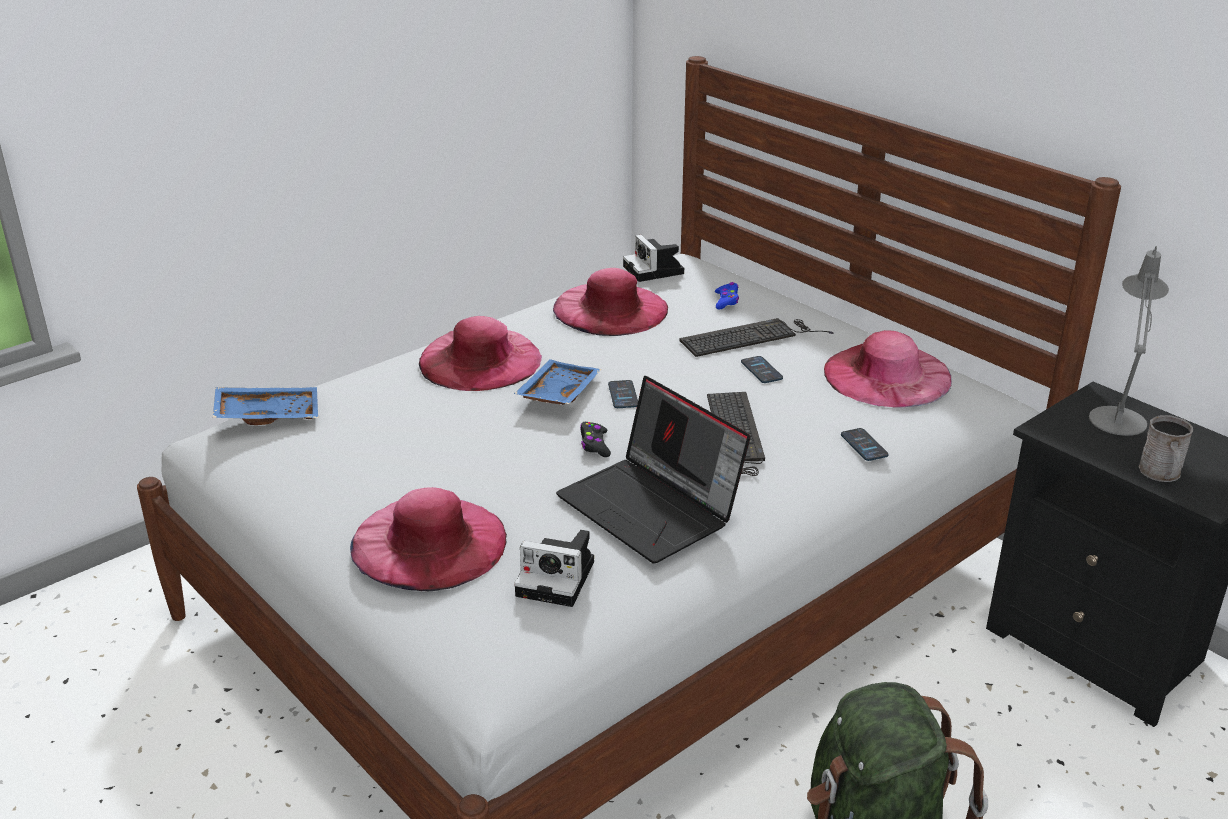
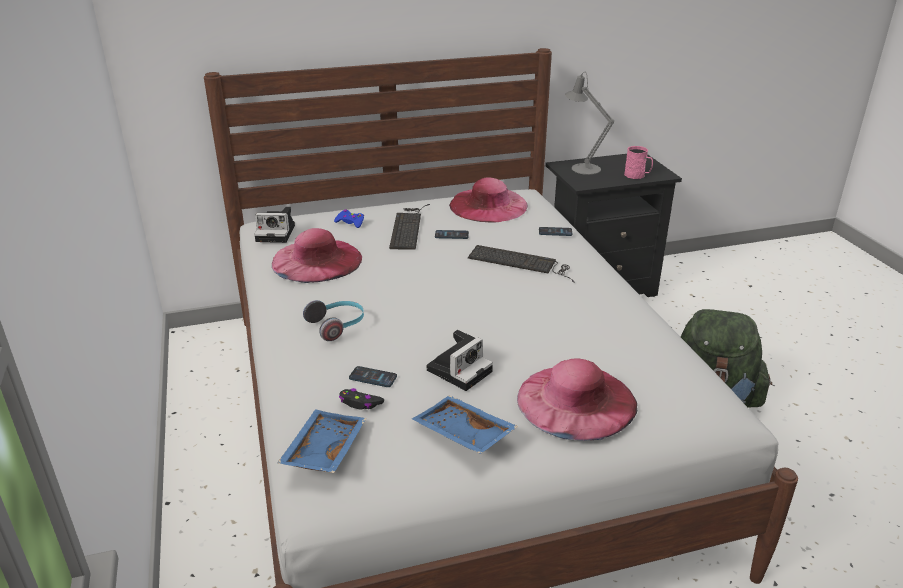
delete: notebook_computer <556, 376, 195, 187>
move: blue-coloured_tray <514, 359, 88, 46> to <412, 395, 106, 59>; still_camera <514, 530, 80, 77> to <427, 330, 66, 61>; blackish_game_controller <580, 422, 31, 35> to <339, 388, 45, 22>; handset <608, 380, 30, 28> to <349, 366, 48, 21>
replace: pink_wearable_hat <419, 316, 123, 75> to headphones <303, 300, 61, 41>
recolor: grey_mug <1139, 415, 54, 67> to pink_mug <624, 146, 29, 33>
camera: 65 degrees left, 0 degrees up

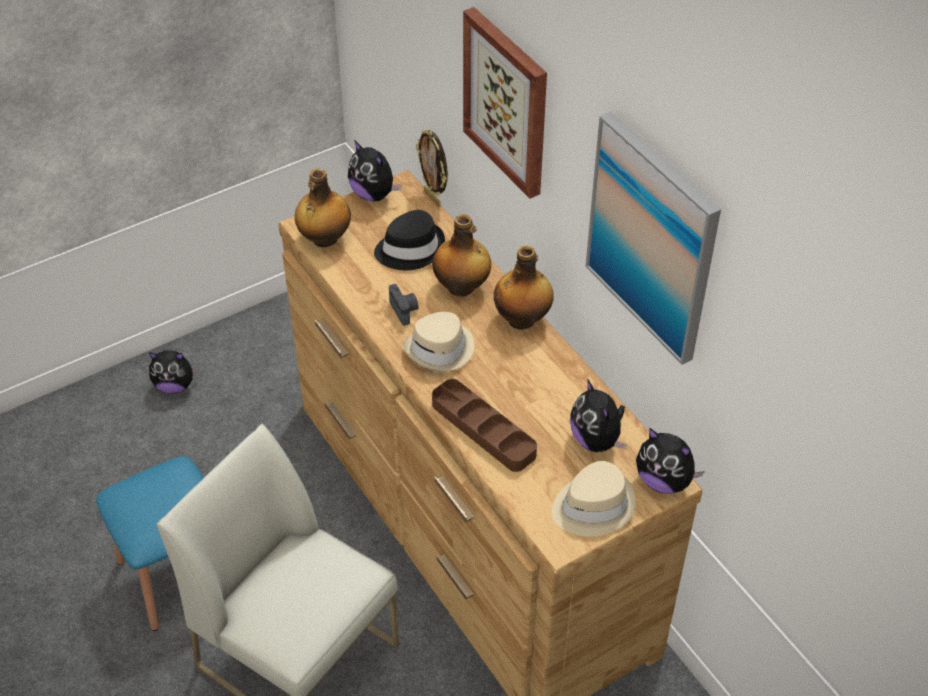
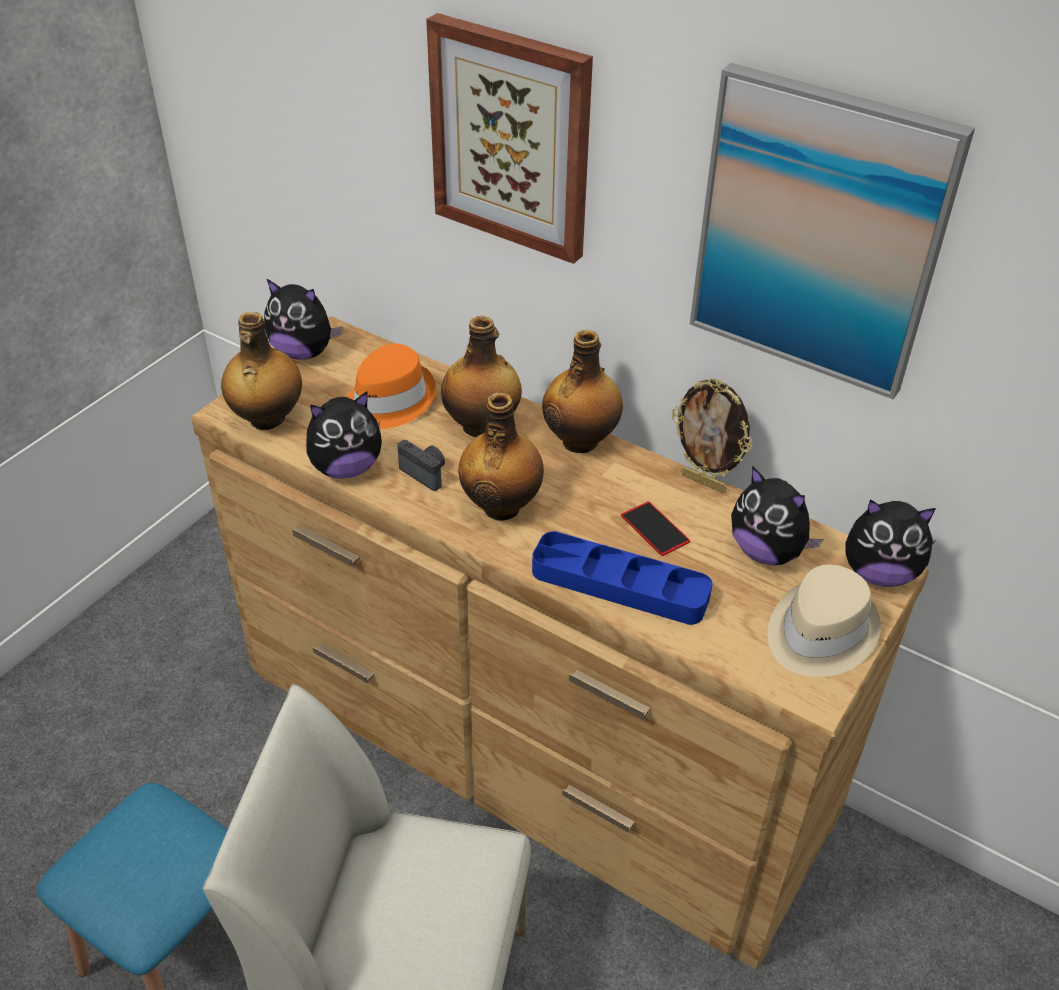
insert: handset <621, 501, 69, 55>
move: cuddly_toy <149, 350, 50, 44> to <306, 392, 76, 87>; picture_frame <416, 129, 32, 78> to <672, 378, 80, 115>
replace: sand-coloured_wearable_hat <403, 312, 71, 60> to drink_bottle <458, 393, 86, 128>
recolor: blackish_wearable_hat <374, 210, 71, 60> to orange_wearable_hat <347, 344, 89, 85>; brownish_tray <432, 379, 105, 93> to blue-coloured_tray <532, 531, 180, 94>
camera: 25 degrees left, 5 degrees down

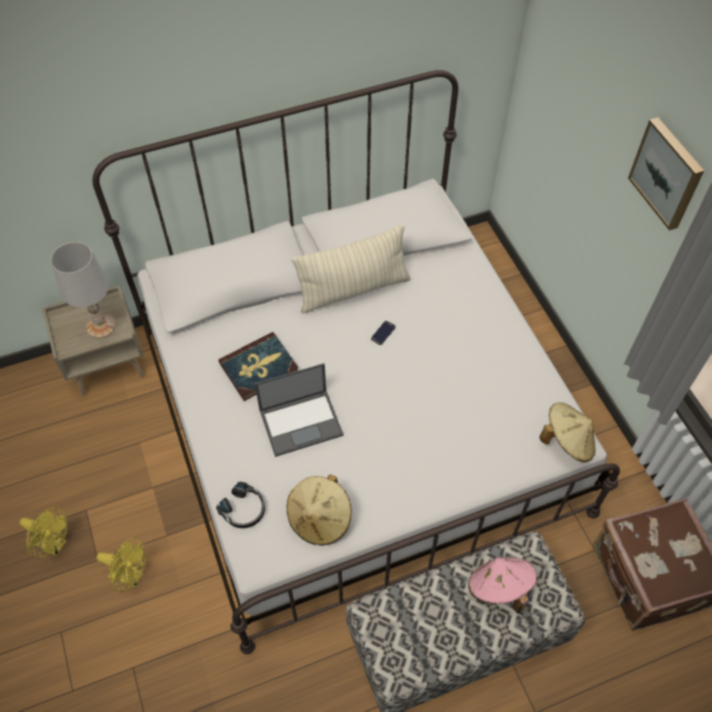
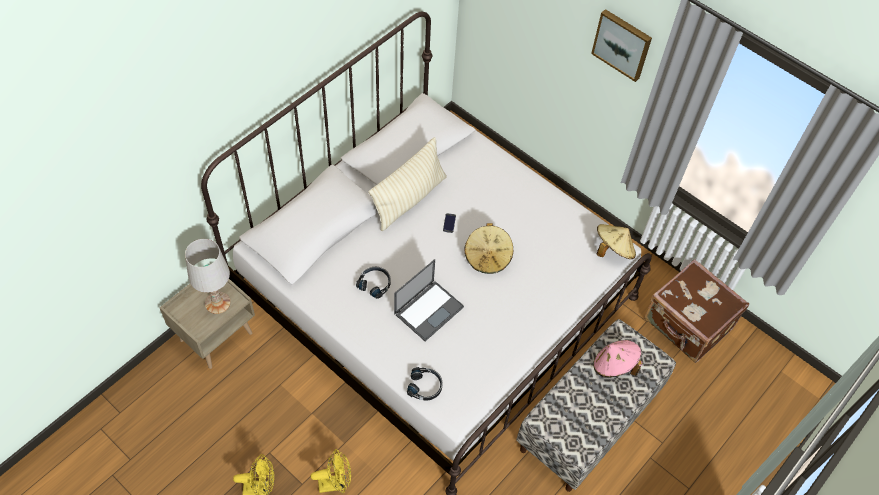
move: sand-coloured_wearable_hat <287, 474, 65, 72> to <464, 223, 49, 51>
replace: bound_book <218, 332, 80, 69> to blackish_headphones <356, 267, 35, 32>
camera: 30 degrees left, 0 degrees up

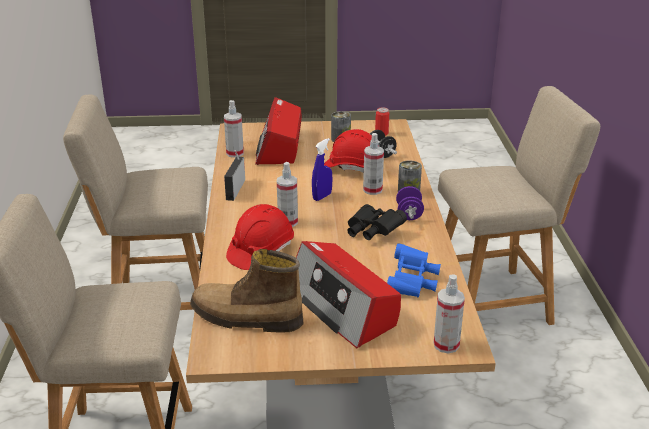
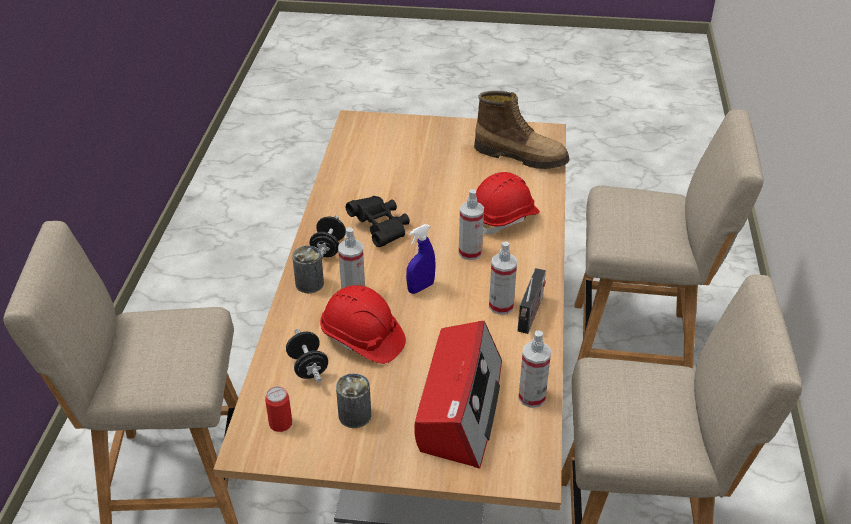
delete: radio <296, 241, 105, 107>; blue-coloured_pair_of_binoculars <387, 243, 54, 54>
move: spray_bottle <434, 275, 31, 79> to <489, 242, 28, 73>
recolor: purple-coloured_hand_weight <396, 186, 28, 34> to blackish_hand_weight <310, 216, 36, 41>
camera: 170 degrees left, 10 degrees up

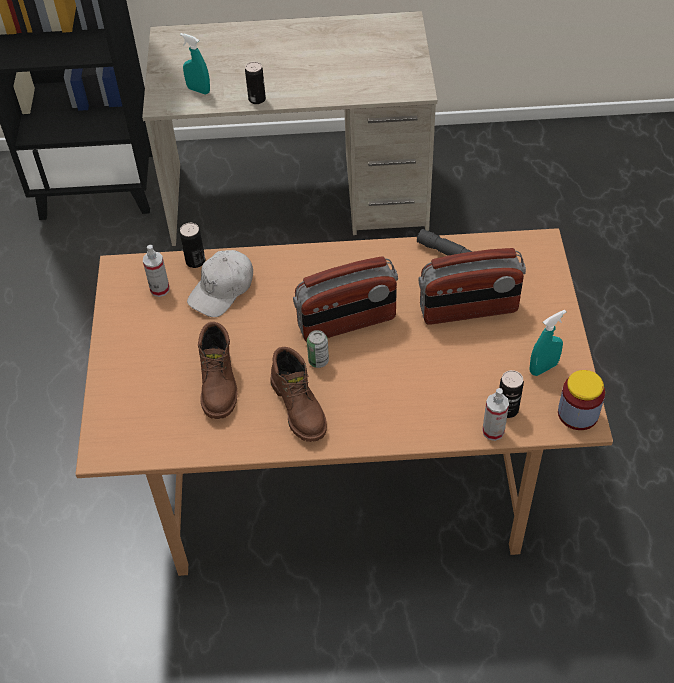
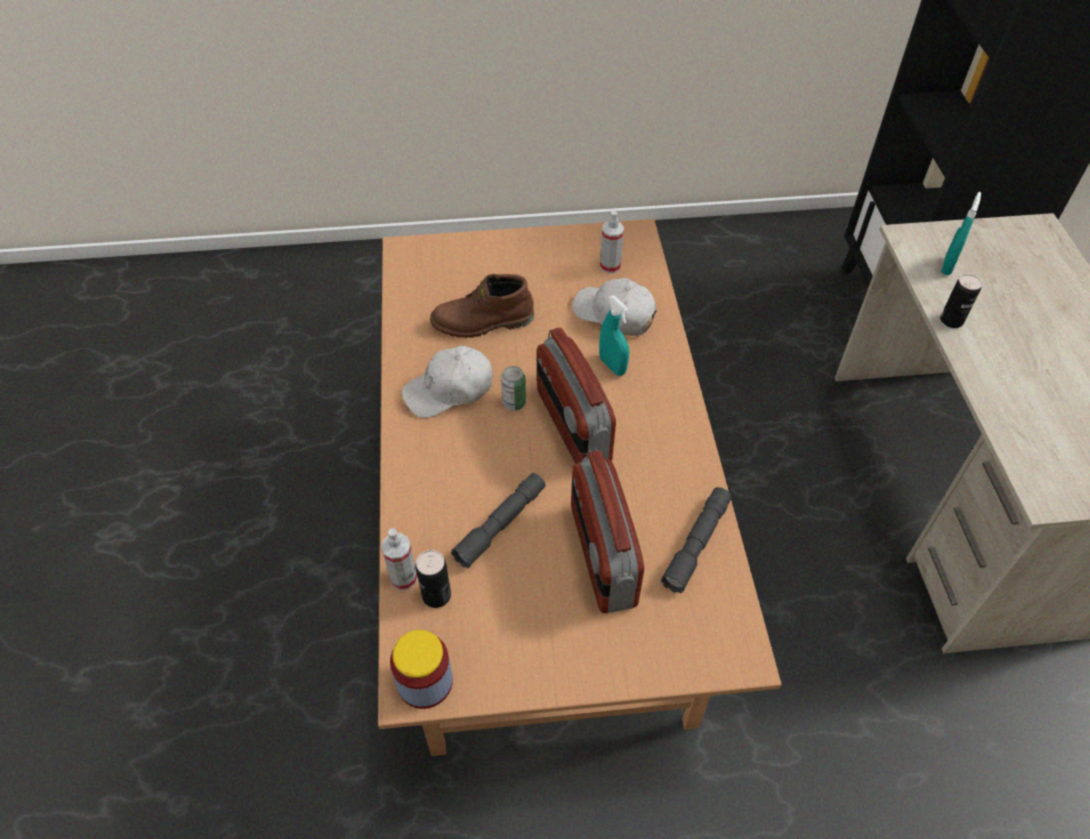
delete: sealed_can <180, 223, 25, 45>
insert: grey_torch <451, 473, 95, 96>
move: turquoise-coloured_spray_bottle <530, 310, 36, 66> to <599, 295, 30, 81>
replace: brownish_boot <271, 347, 56, 95> to white-coloured_cap <402, 346, 91, 72>
camera: 85 degrees right, 0 degrees up

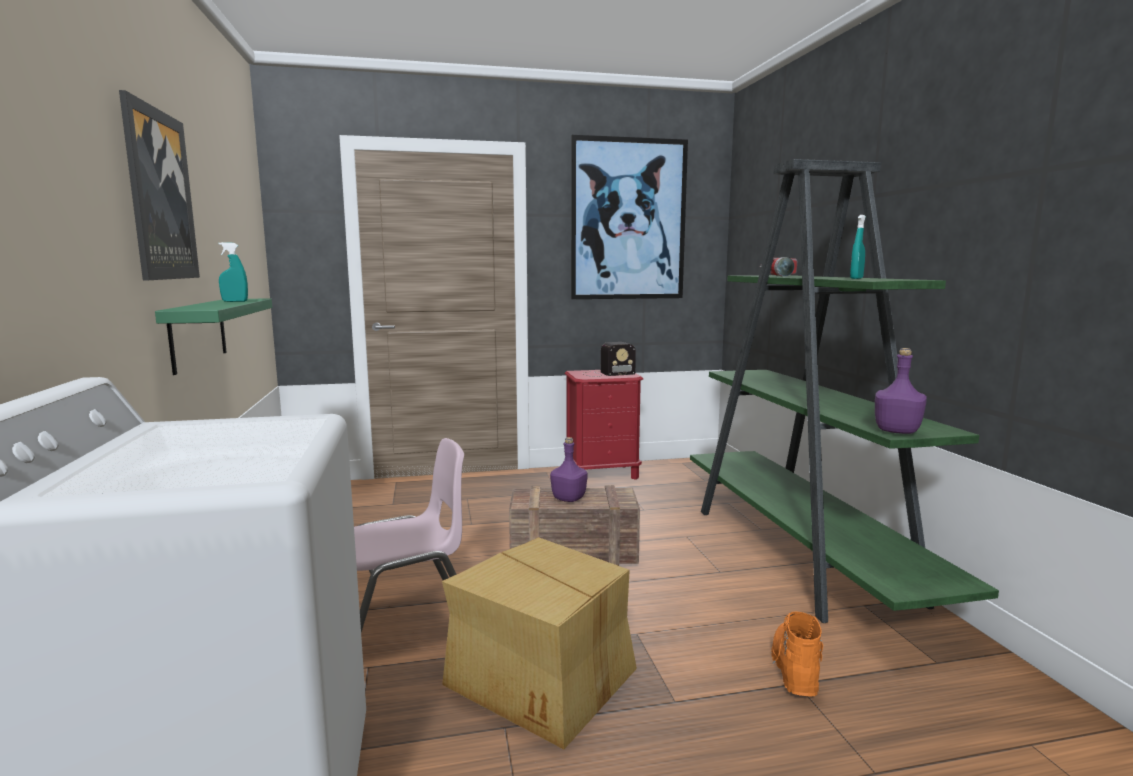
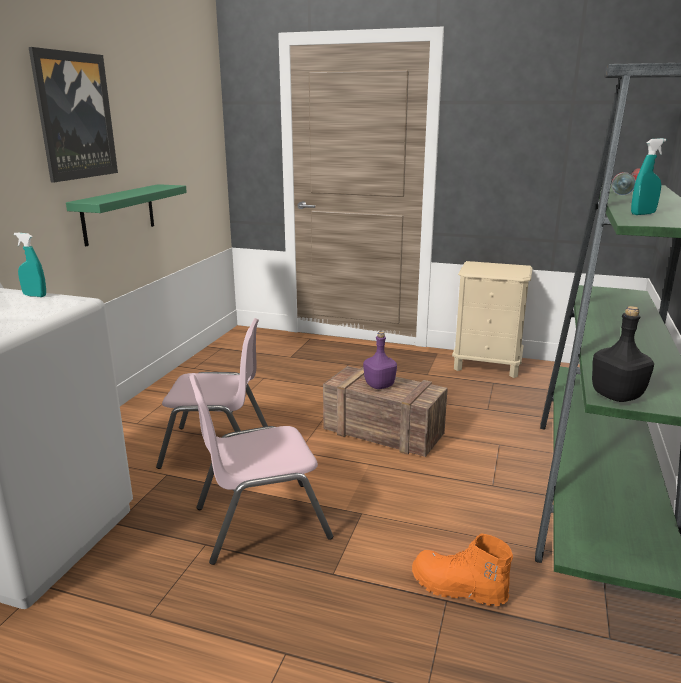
delete: wall_picture <571, 135, 117, 164>; radio <584, 342, 52, 35>
move: turquoise-coloured_spray_bottle <218, 242, 30, 60> to <14, 233, 32, 64>
replace: cardboard_box <442, 537, 195, 212> to pink_upright_chair <189, 375, 144, 190>
recolor: reddish_bedside_table <564, 370, 79, 110> to sand-coloured_bedside_table <452, 261, 81, 117>; purple-coloured_drink_bottle <875, 348, 52, 86> to blackish_drink_bottle <592, 306, 62, 96>
rotate: orange_boot <771, 612, 52, 84> = <412, 533, 101, 73> 105 degrees counterclockwise
camera: 30 degrees right, 10 degrees up

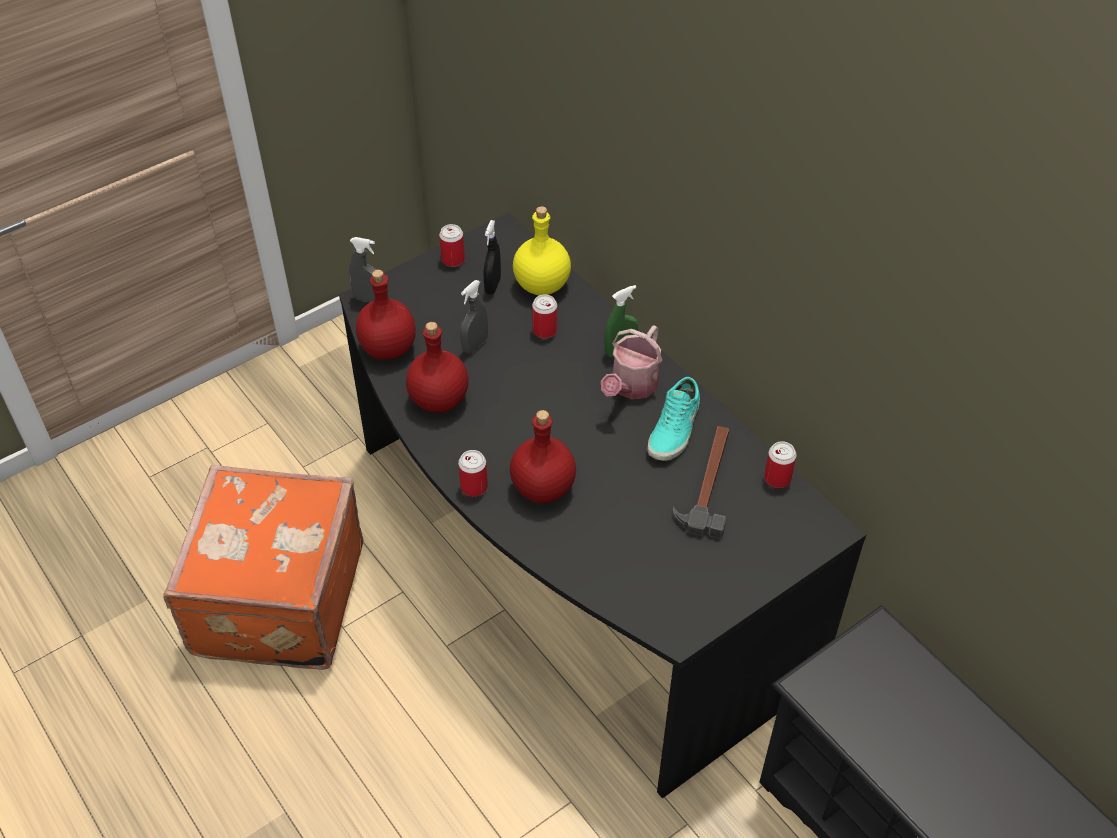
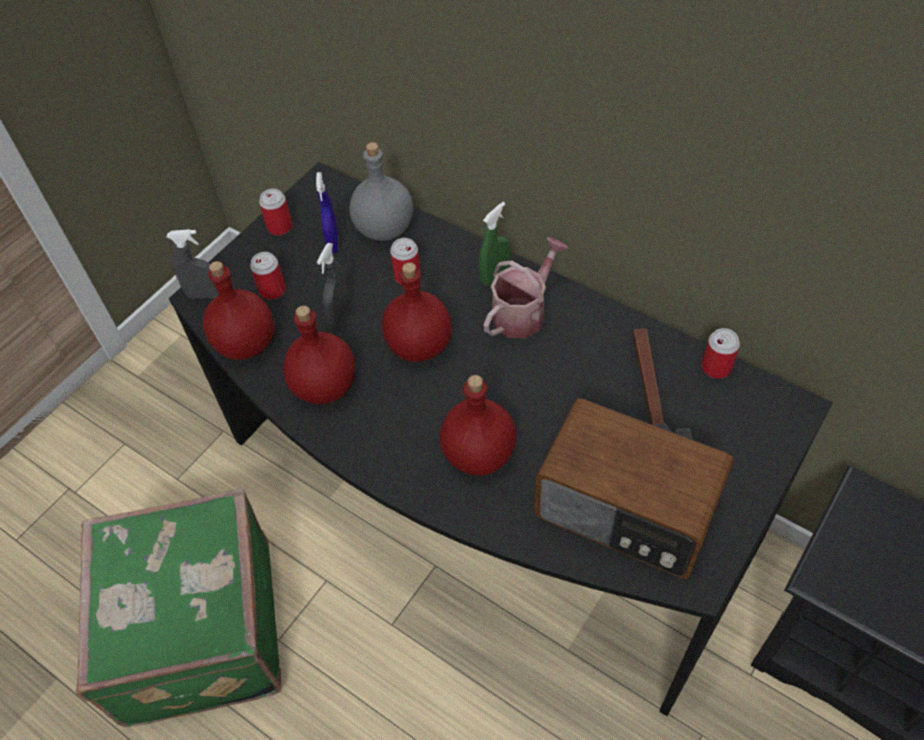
delete: turquoise-coloured_shoe <647, 377, 53, 84>
insert: reddish_drink_bottle <382, 262, 70, 100>; radio <535, 398, 199, 181>
move: sealed_can <458, 450, 30, 47> to <250, 252, 36, 48>
recolor: orange_piece_of_luggage <163, 465, 200, 205> to greenish_piece_of_luggage <76, 489, 206, 238>; blackish_spray_bottle <484, 220, 17, 74> to blue-coloured_spray_bottle <316, 172, 22, 82>; yellowish_drink_bottle <513, 206, 58, 89> to grey_drink_bottle <349, 142, 64, 99>
rotate: sprinkling_can <601, 325, 61, 74> = <483, 237, 85, 101> 150 degrees counterclockwise
camera: 15 degrees left, 5 degrees up

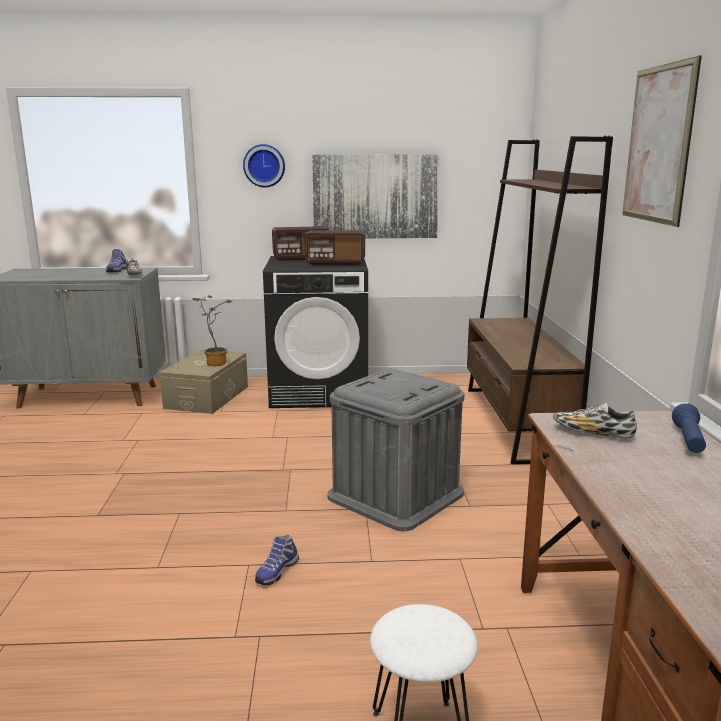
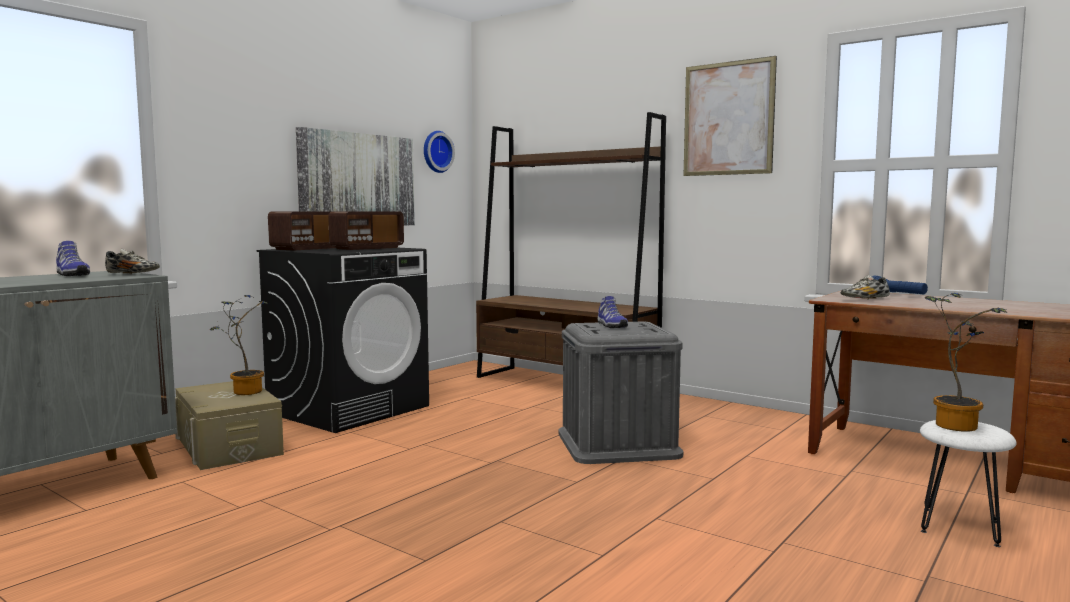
insert: plant_in_a_pot <925, 292, 82, 140>
move: wall_clock <243, 144, 42, 44> to <424, 131, 31, 42>; shoe <255, 534, 44, 51> to <597, 296, 31, 32>
camera: 50 degrees left, 10 degrees down

